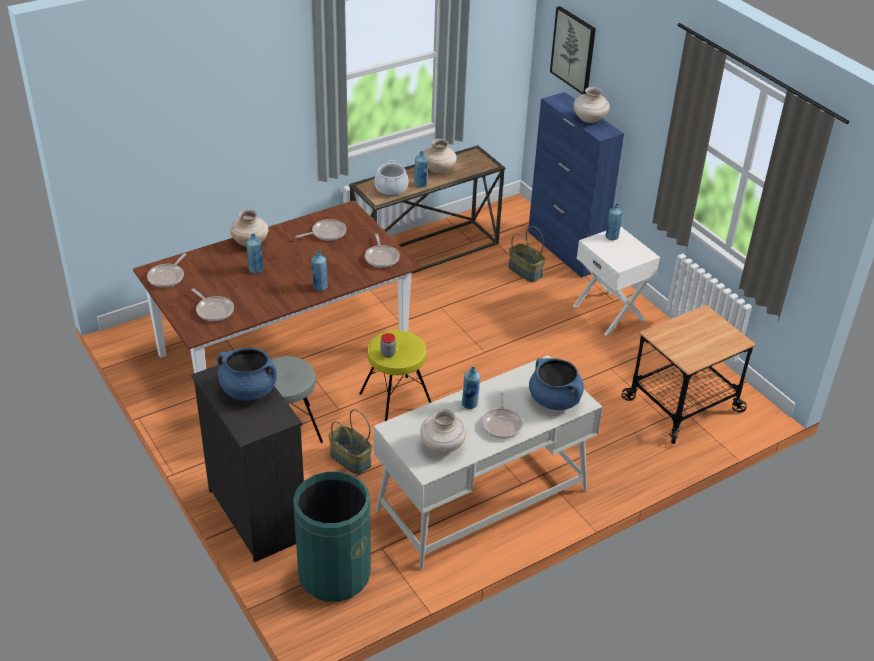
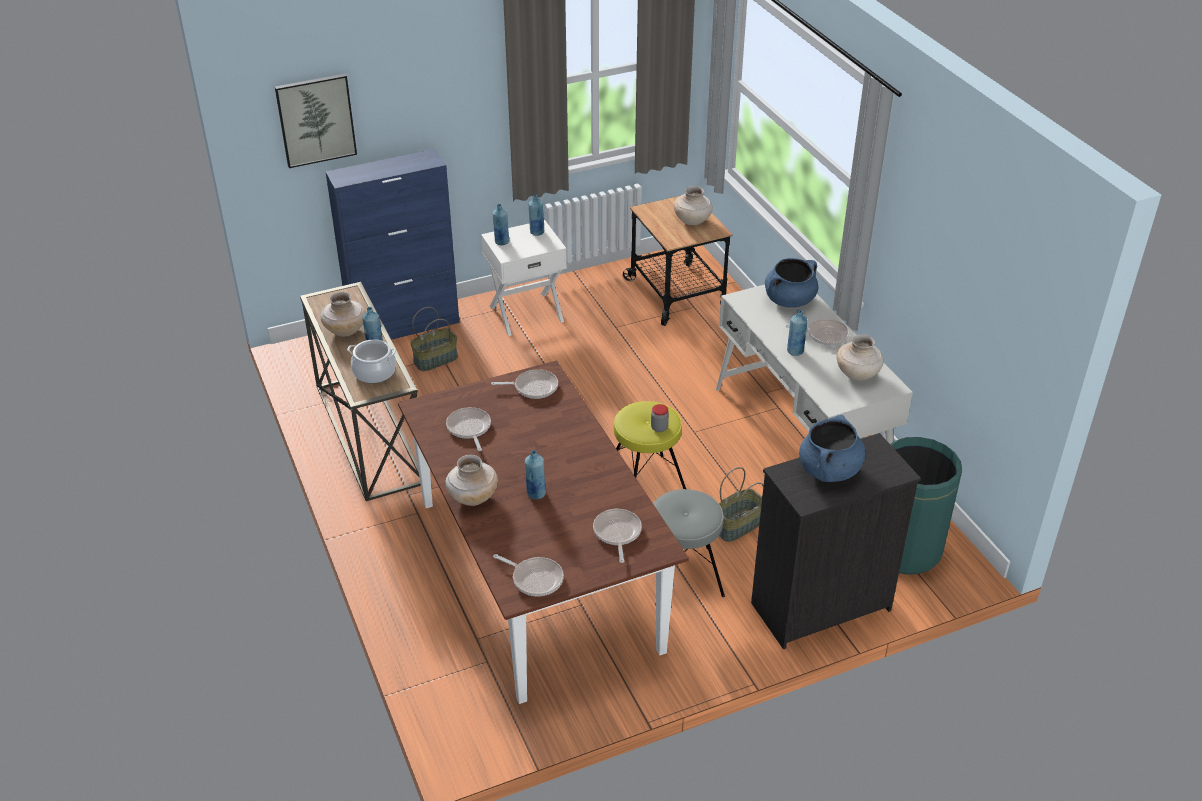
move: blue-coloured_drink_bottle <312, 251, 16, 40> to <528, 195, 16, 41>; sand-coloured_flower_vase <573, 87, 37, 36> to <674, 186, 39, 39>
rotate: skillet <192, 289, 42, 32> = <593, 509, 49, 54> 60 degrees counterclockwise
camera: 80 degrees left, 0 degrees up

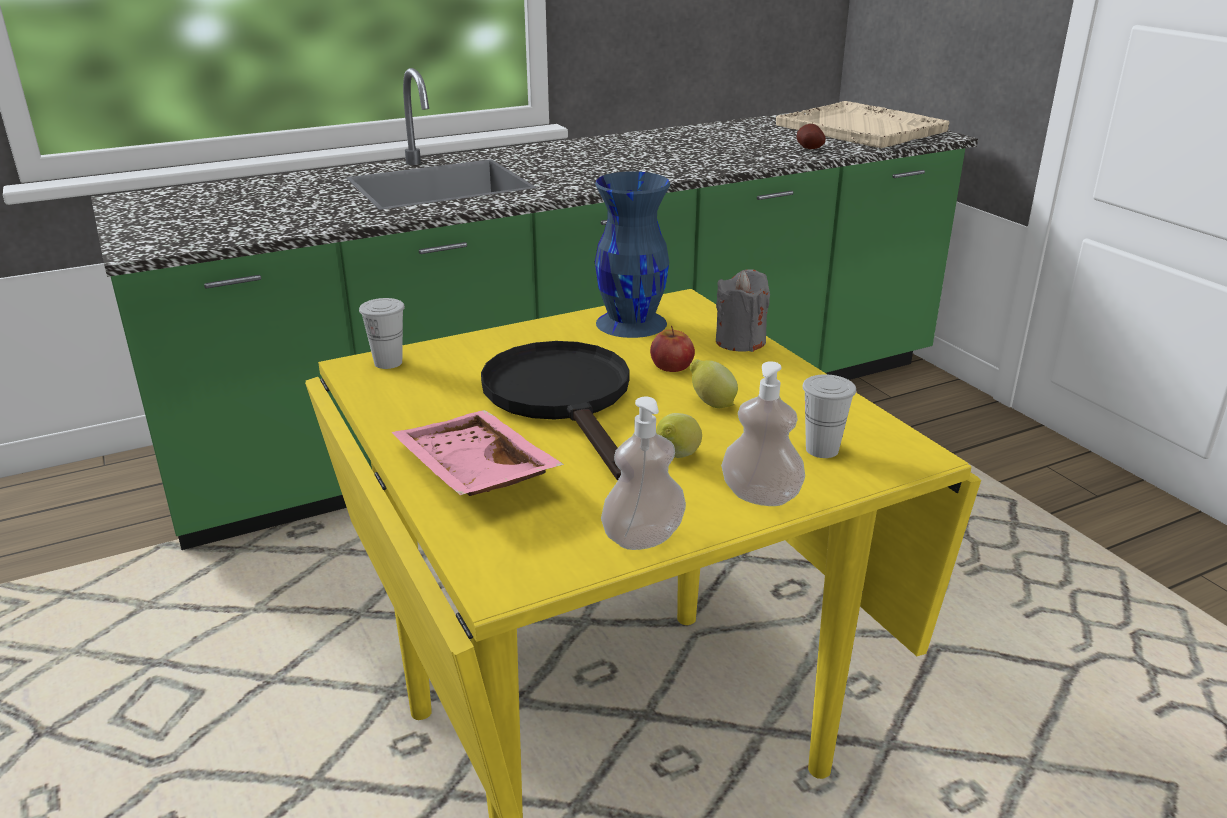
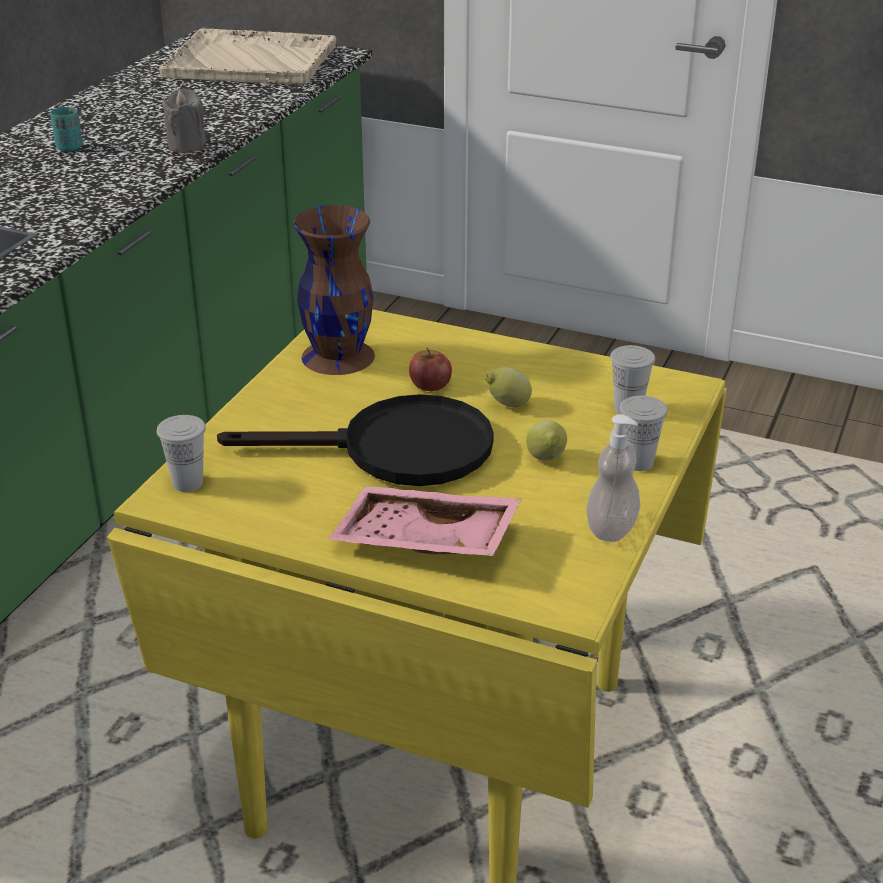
delete: spud <796, 124, 30, 25>
insert: turquoise-coloured_cup <50, 107, 33, 45>
move: grey_wax_candle <716, 269, 54, 83> to <162, 89, 45, 64>
replace: liquid_soap_bottle <721, 361, 84, 145> to white-coloured_cup <620, 396, 48, 75>
recolor: blue-coloured_flower_vase <595, 171, 75, 167> to brownish_flower_vase <293, 205, 82, 170>
rotate: blackish_skillet <481, 341, 148, 139> = <217, 394, 277, 92> 150 degrees clockwise
camera: 40 degrees left, 5 degrees up

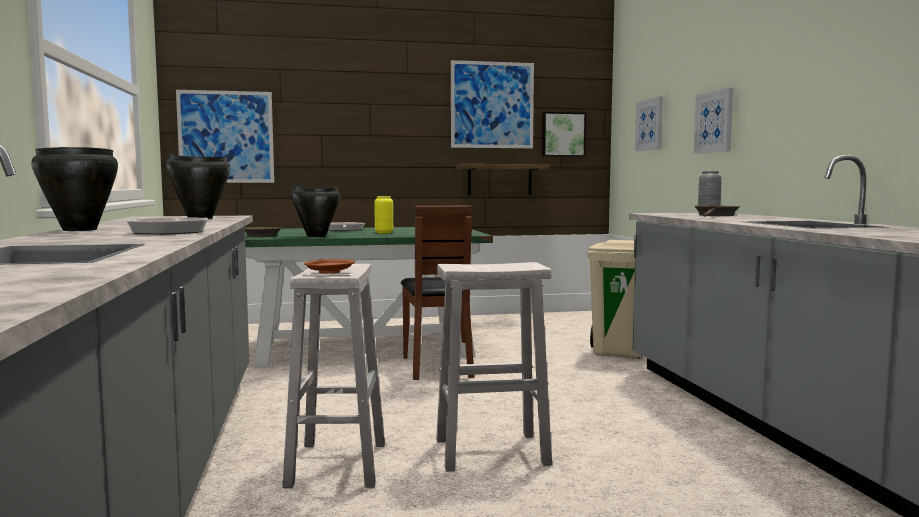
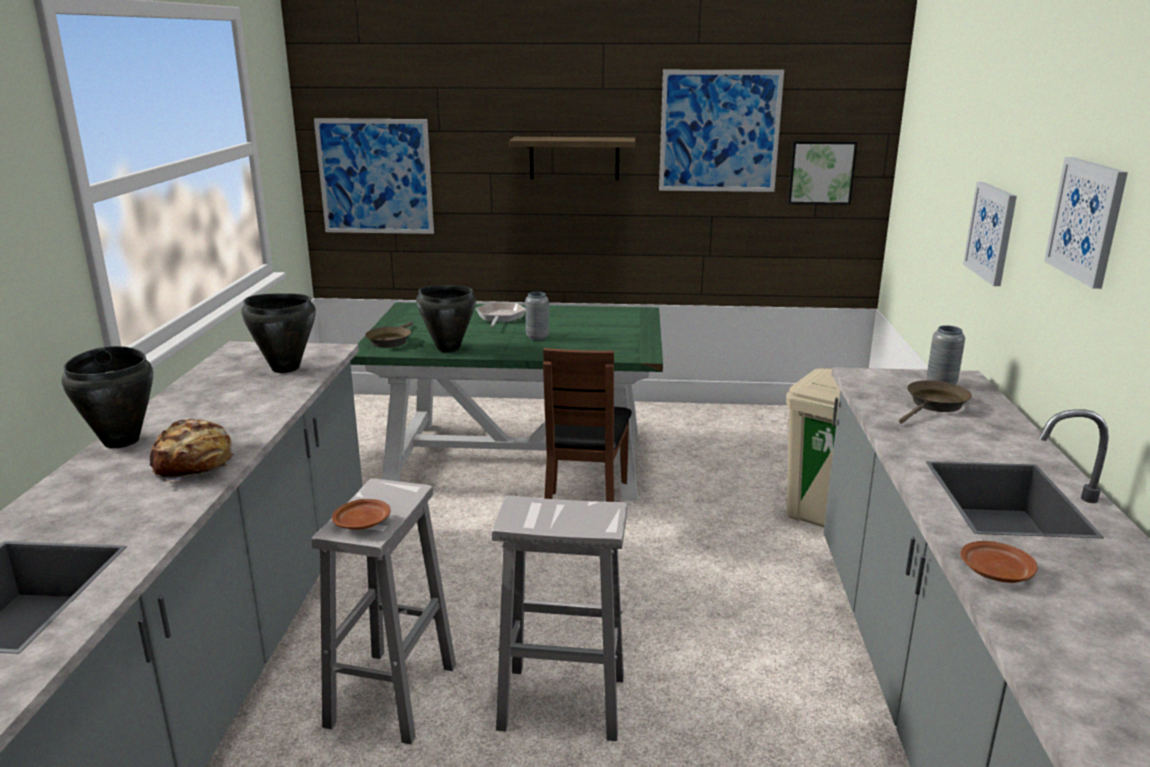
insert: brownish_flat_dish <961, 541, 76, 42>
move: bracket_shelf <457, 164, 93, 31> to <509, 137, 126, 43>; wall_picture <635, 97, 28, 54> to <1044, 157, 84, 132>
replace: skillet <127, 217, 81, 18> to bakery_bread <150, 419, 84, 64>
recolor: yellowish_flower_vase <374, 196, 19, 38> to grey_flower_vase <525, 292, 24, 49>
camera: 15 degrees right, 15 degrees up

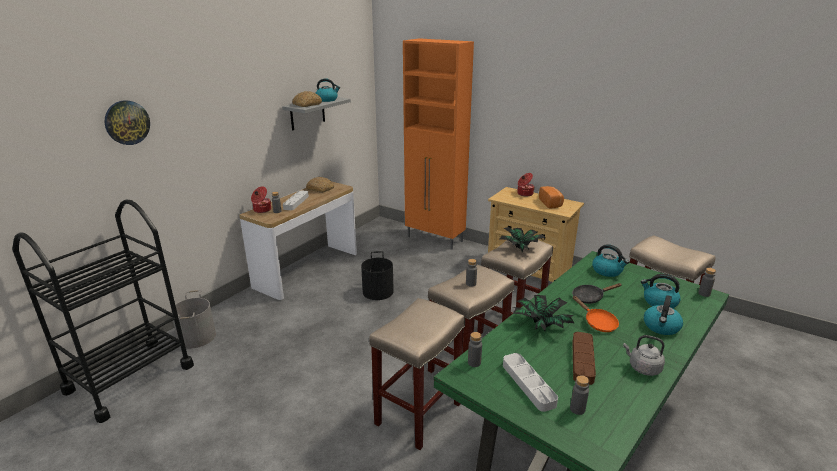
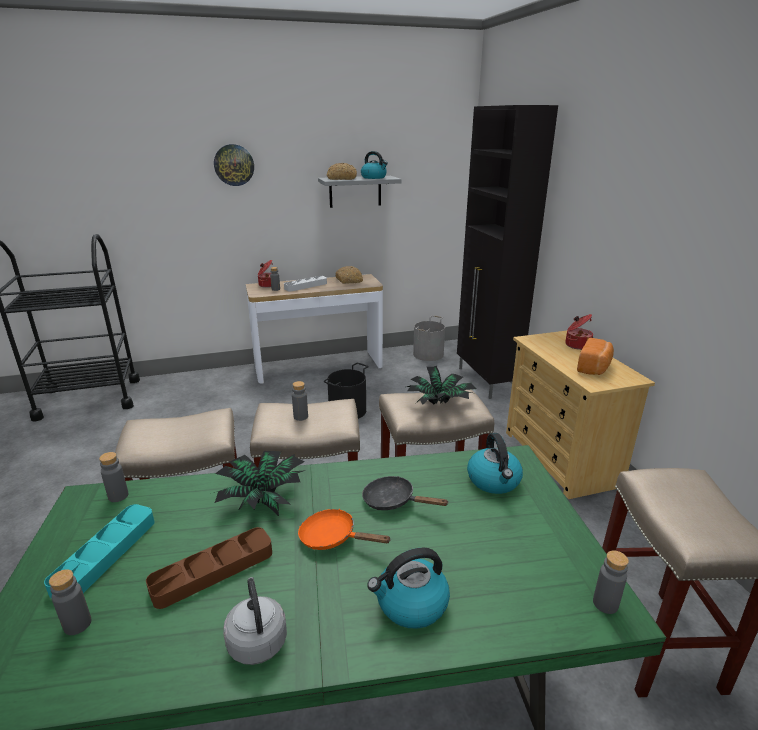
delete: tea_kettle <641, 274, 40, 34>
move: wall_clock <105, 100, 45, 45> to <214, 144, 40, 42>; grey_water_bucket <171, 290, 45, 58> to <413, 315, 32, 46>
recolor: orange_cupboard <403, 38, 71, 212> to blackish_cupboard <457, 105, 101, 294>; grey_tray <503, 353, 55, 59> to turquoise-coloured_tray <44, 504, 111, 94>
rotate: orange_skillet <573, 296, 46, 36> = <298, 509, 93, 41> 105 degrees clockwise
camera: 40 degrees right, 0 degrees up

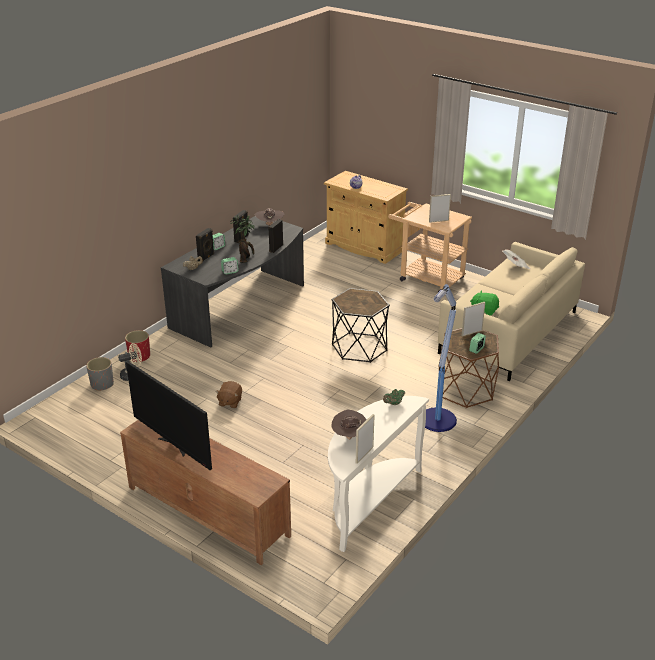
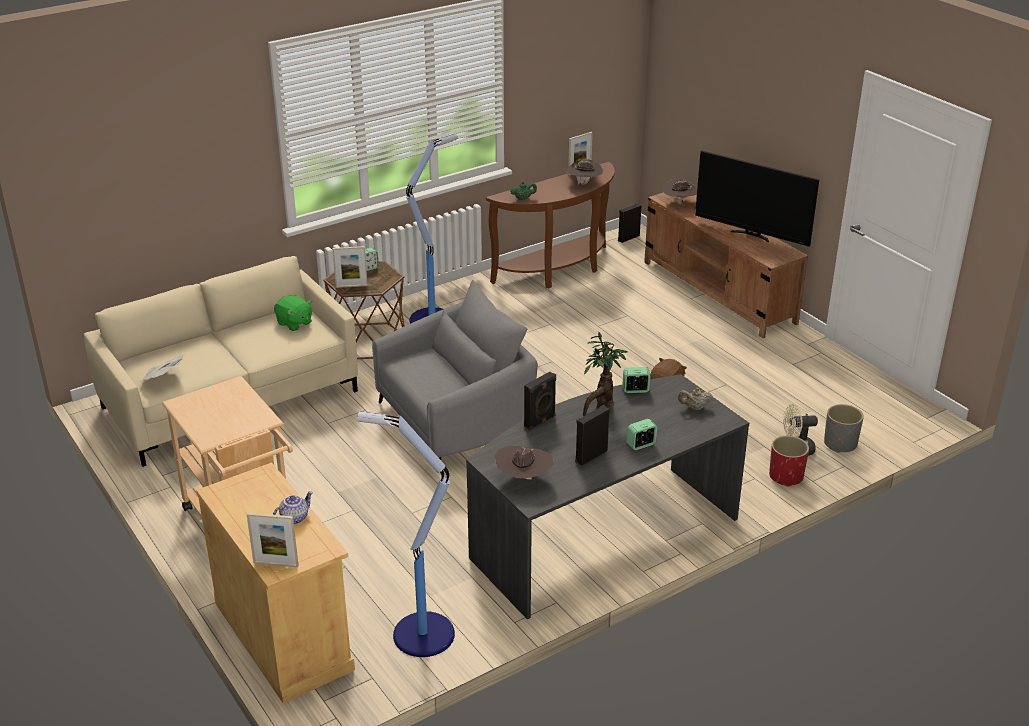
insert: standing_lamp <358, 411, 97, 246>; brownish_wearable_hat <663, 179, 34, 25>
move: blackish_speaker <196, 228, 18, 33> to <618, 203, 24, 40>; picture_frame <429, 194, 22, 29> to <247, 513, 52, 54>
replace: blackish_end_table <332, 288, 58, 75> to grey_armchair <372, 280, 166, 180>
recolor: white-coloured_hall_table <328, 396, 101, 156> to brownish_hall_table <486, 162, 129, 126>
rotate: TV_set <126, 361, 86, 109> = <695, 150, 124, 97> 150 degrees clockwise
camera: 160 degrees left, 0 degrees up

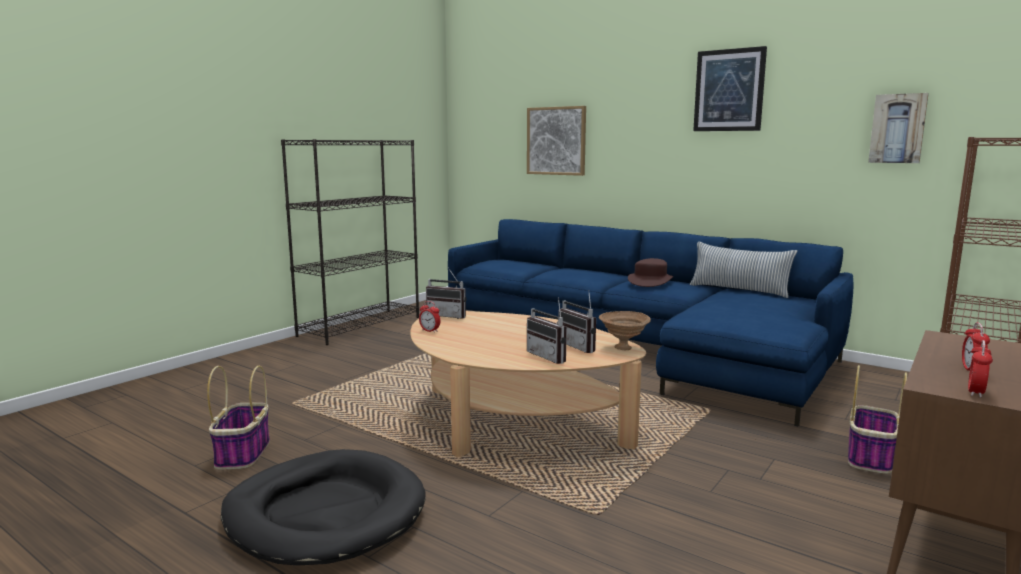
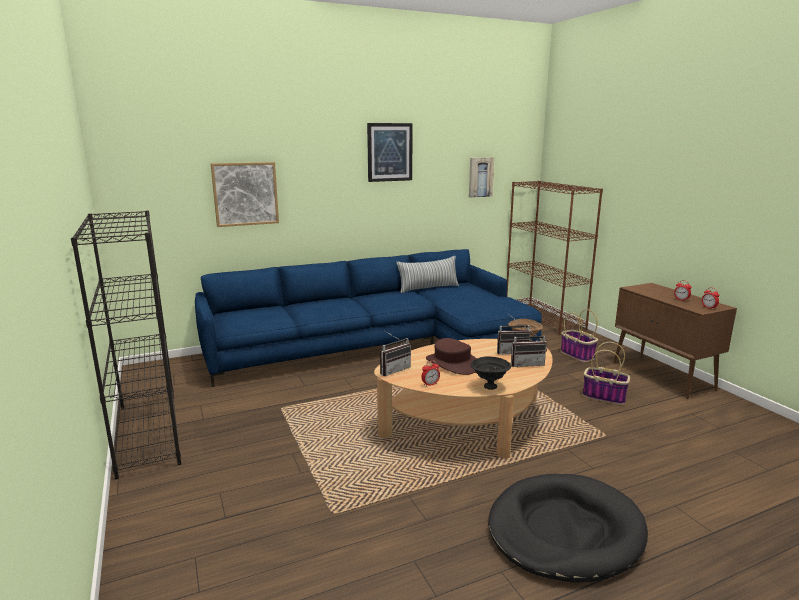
insert: blackish_serving_bowl <471, 357, 40, 33>
move: basket <207, 366, 63, 104> to <582, 342, 48, 63>; brownish_wearable_hat <628, 258, 46, 29> to <426, 338, 51, 37>
camera: 60 degrees left, 5 degrees up

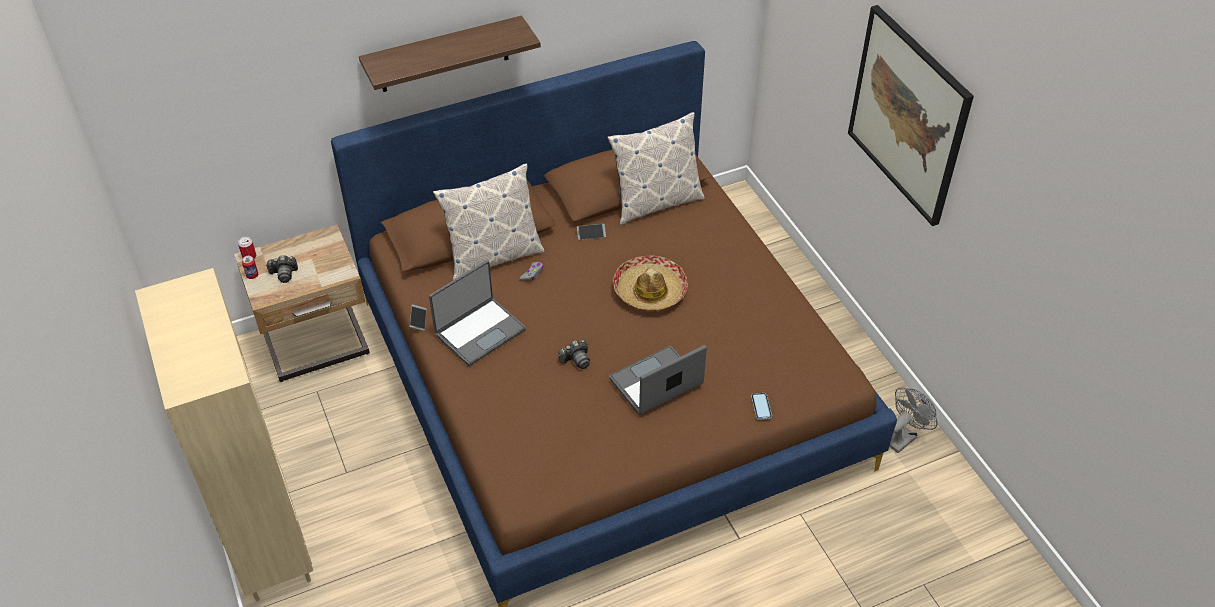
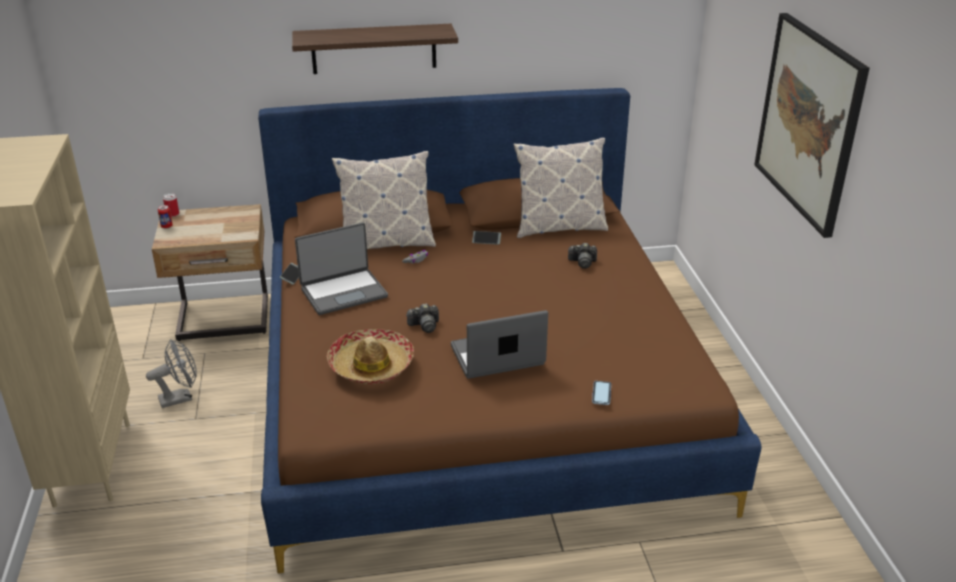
move: still_camera <266, 255, 32, 28> to <567, 243, 30, 26>; wearable_hat <613, 255, 75, 56> to <327, 329, 87, 55>; grey_electric_fan <889, 387, 49, 66> to <146, 339, 51, 69>
camera: 15 degrees right, 15 degrees down

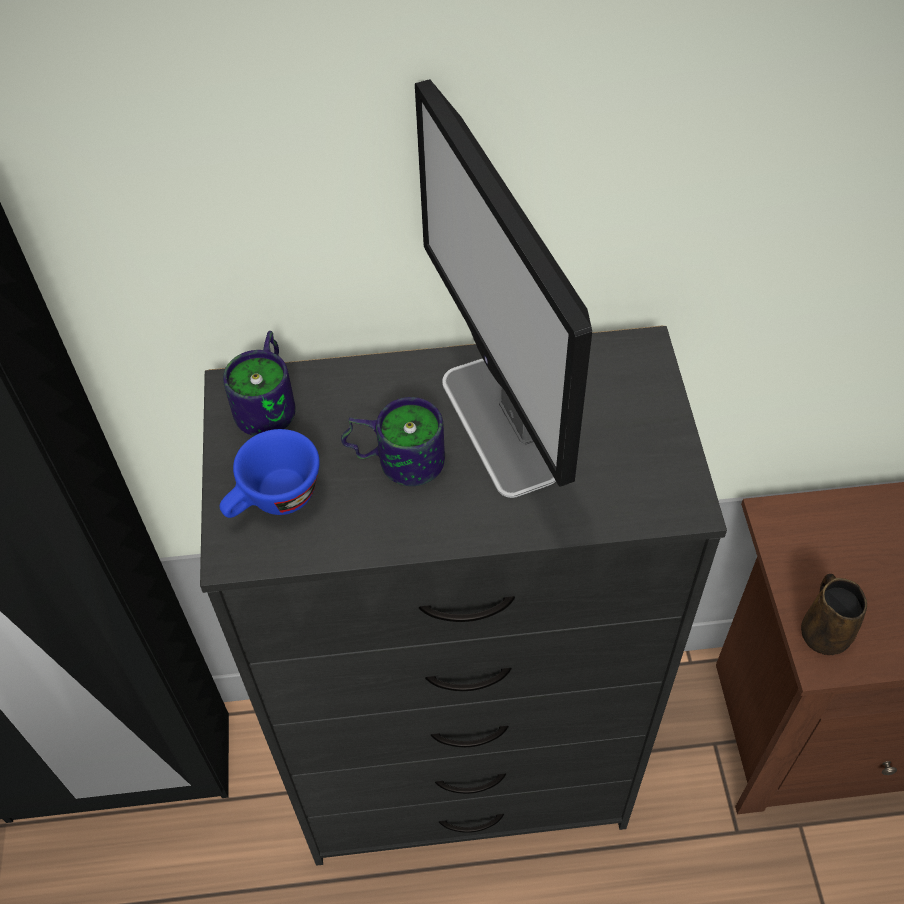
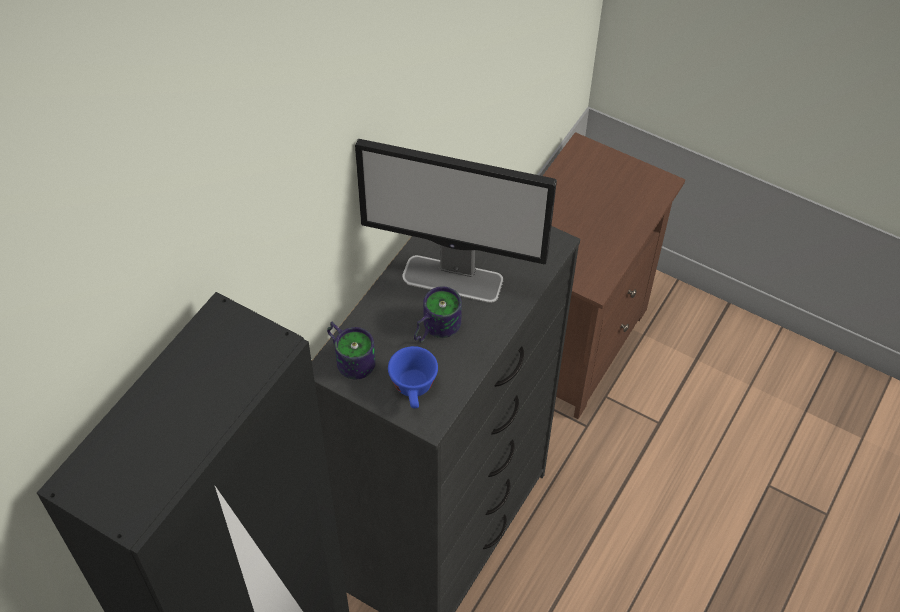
delete: brownish_mug <801, 574, 66, 81>
camera: 55 degrees left, 0 degrees up

